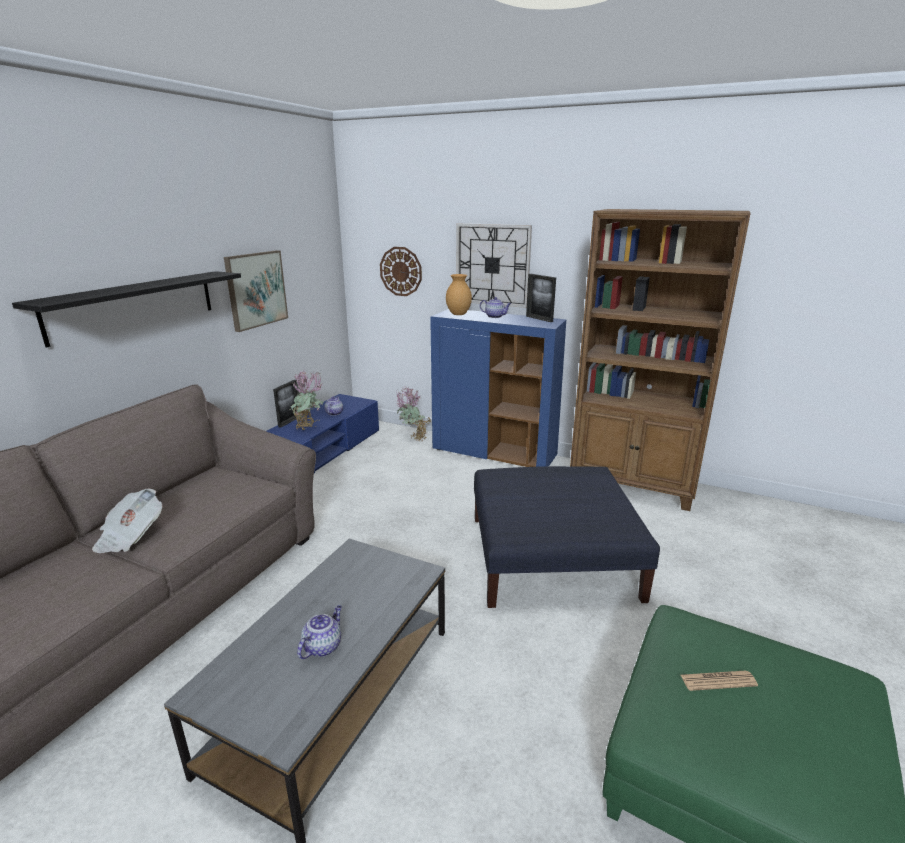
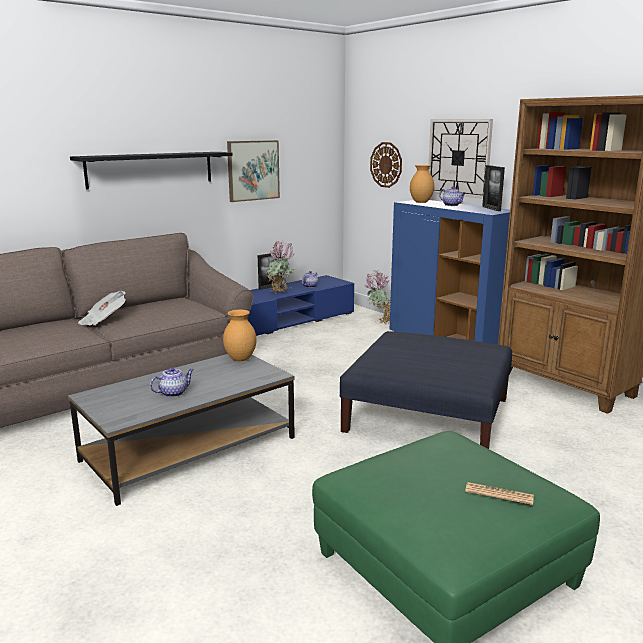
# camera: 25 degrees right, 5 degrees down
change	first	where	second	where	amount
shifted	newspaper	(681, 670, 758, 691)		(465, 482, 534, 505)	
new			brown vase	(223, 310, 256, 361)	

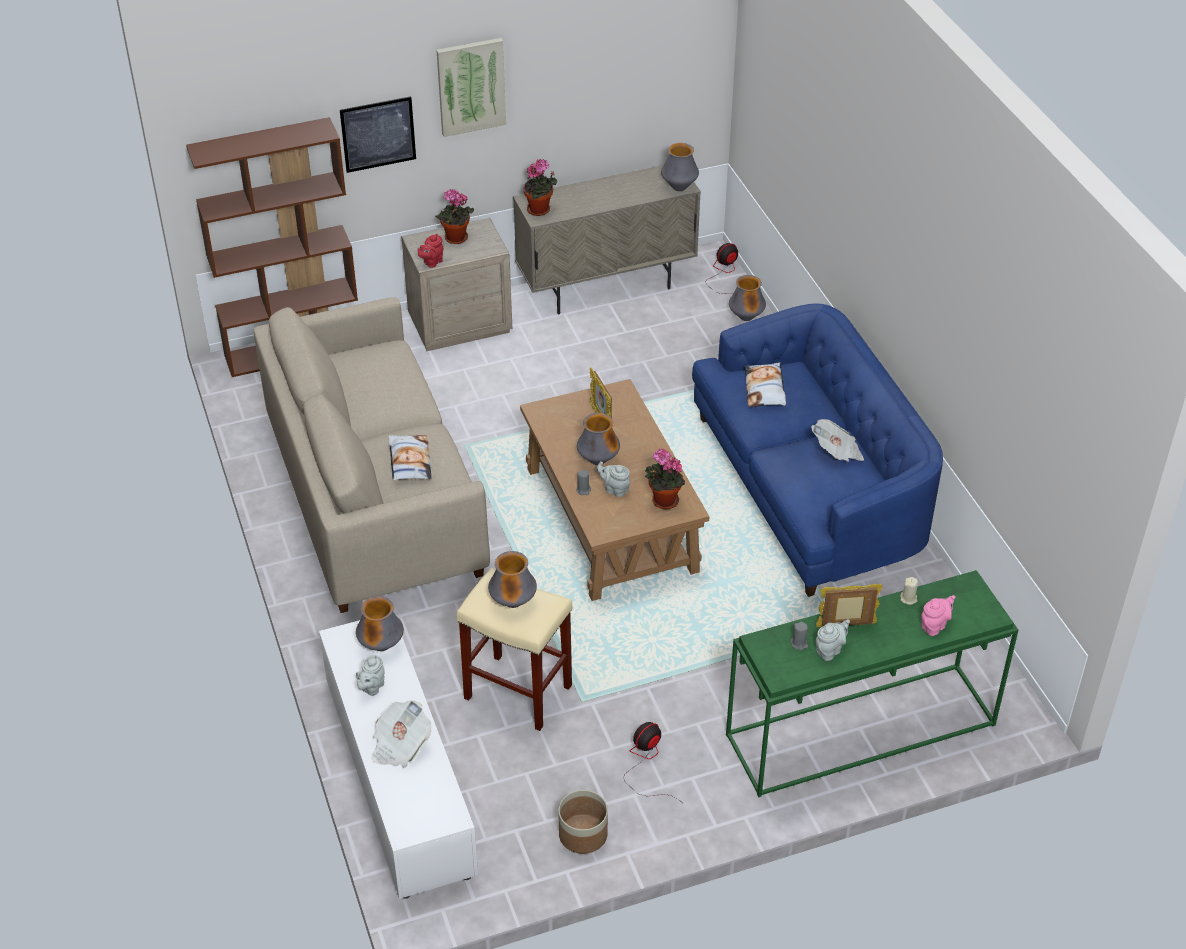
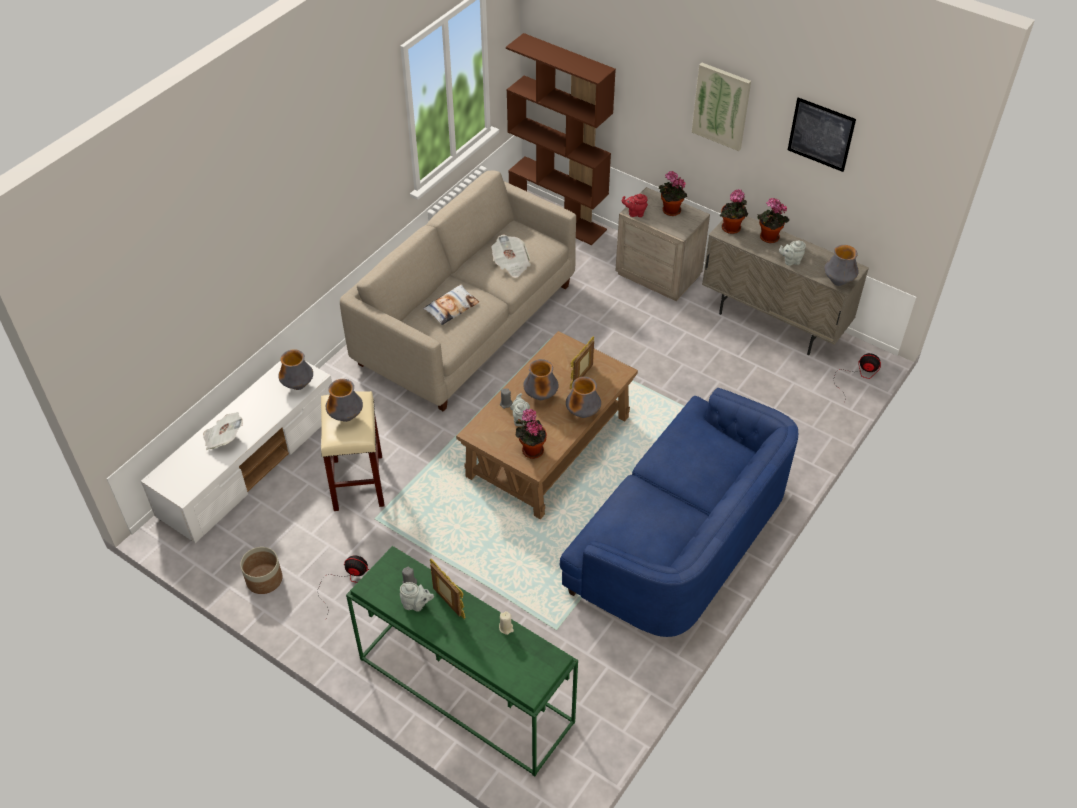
# camera: 55 degrees right, 5 degrees up
change	first	where	second	where	amount
shifted	picture	(340, 96, 416, 173)		(788, 98, 856, 172)	
shifted	vase	(729, 275, 766, 321)		(566, 377, 601, 418)	
gone	pillow	(745, 362, 786, 407)			
shifted	newspaper	(811, 419, 864, 462)		(491, 235, 531, 278)	
gone	pink teapot	(921, 595, 955, 636)			
shifted	grey teapot	(356, 655, 385, 696)		(779, 241, 806, 266)	
new			potted plant	(757, 198, 790, 243)	

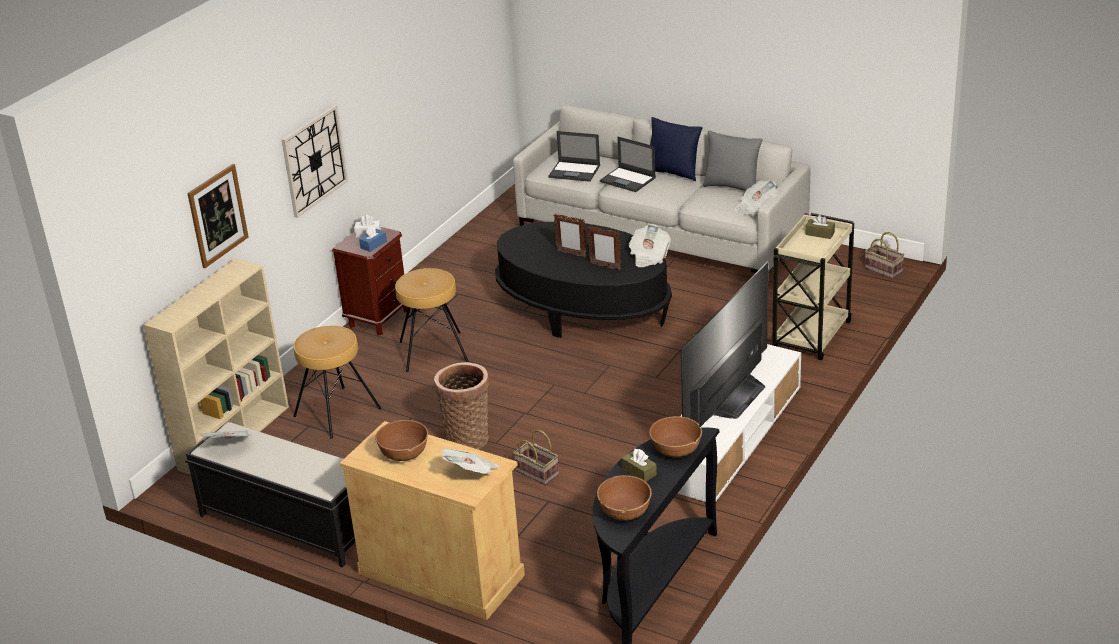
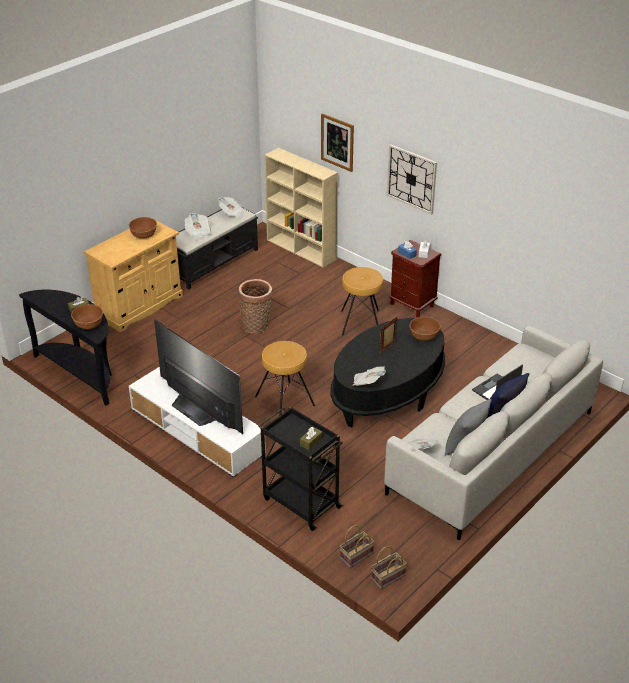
# camera: 100 degrees right, 5 degrees up
change	first	where	second	where	amount
gone	laptop	(549, 131, 600, 182)			
repainted	beige cart	(772, 213, 854, 360)	black cart	(258, 406, 343, 531)	
gone	picture frame	(587, 226, 621, 270)			
shifted	brown stool	(293, 325, 381, 439)		(255, 341, 315, 416)	
shifted	basket	(513, 430, 559, 485)		(339, 525, 375, 568)	
shifted	newspaper	(440, 448, 500, 474)		(185, 213, 212, 241)	
shifted	brown bowl	(597, 475, 652, 521)		(409, 317, 441, 341)	

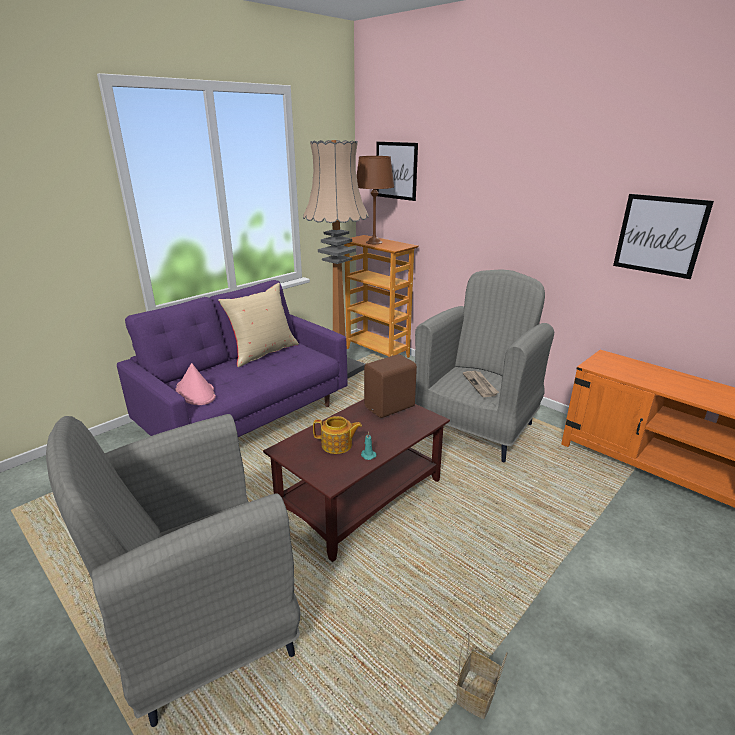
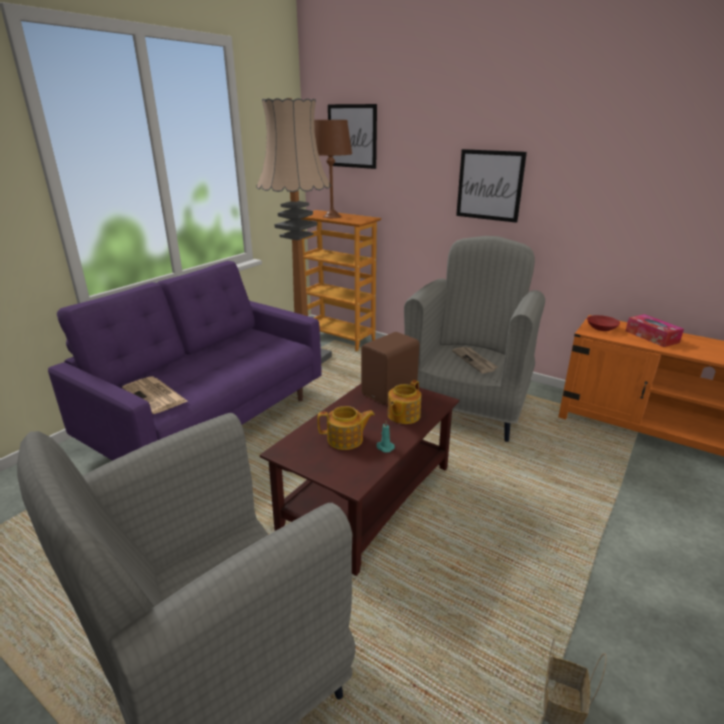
# camera: 10 degrees left, 0 degrees up
change	first	where	second	where	amount
shifted	picture	(613, 194, 714, 279)		(456, 149, 527, 223)	
gone	beige pillow	(218, 283, 299, 367)			
swapped	pink hat	(176, 363, 216, 405)	newspaper	(122, 376, 187, 414)	
new			tissue box	(626, 314, 684, 347)	
new			red bowl	(587, 315, 620, 331)	
new			teapot	(388, 380, 421, 424)	

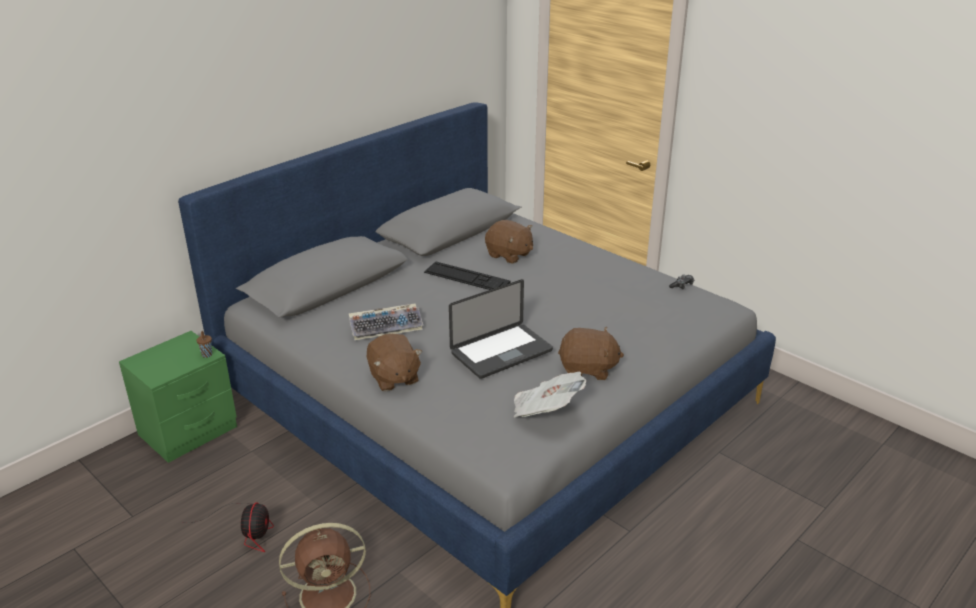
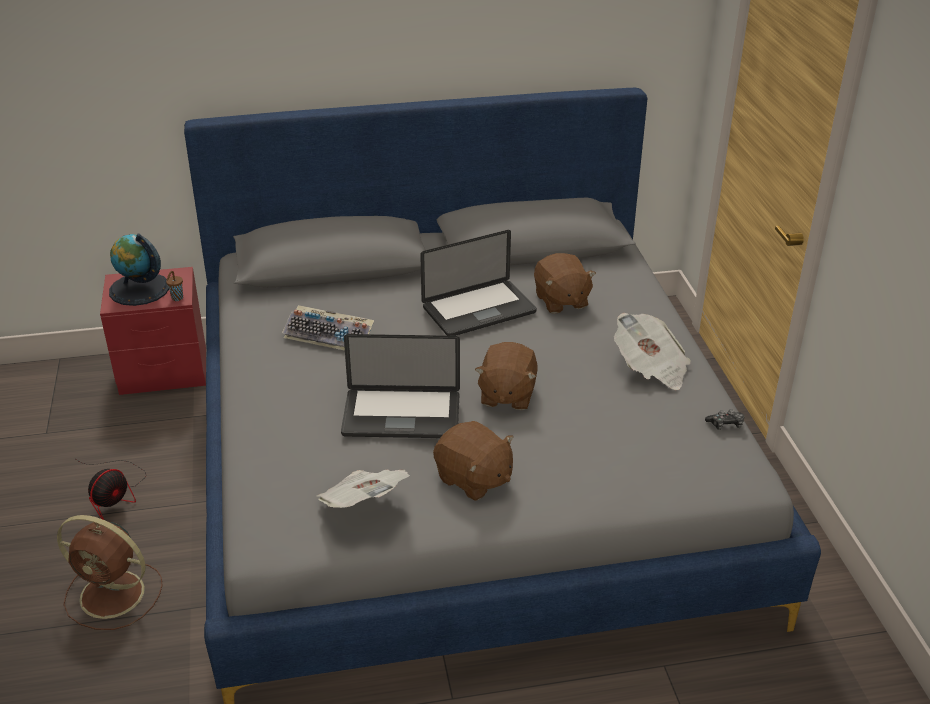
# camera: 35 degrees right, 5 degrees up
change	first	where	second	where	amount
swapped	keyboard	(424, 261, 510, 290)	laptop	(420, 230, 537, 336)	
repainted	green nightstand	(119, 331, 237, 463)	red nightstand	(100, 267, 206, 395)	
shifted	brown plush toy	(366, 334, 422, 391)		(475, 342, 538, 410)	
new			globe	(109, 234, 169, 306)	
new			newspaper	(614, 313, 691, 390)	

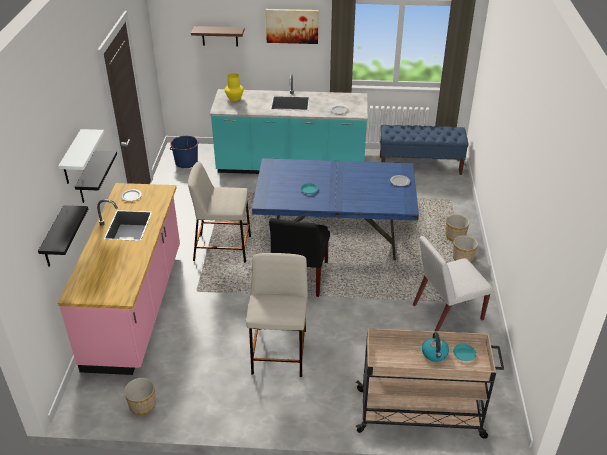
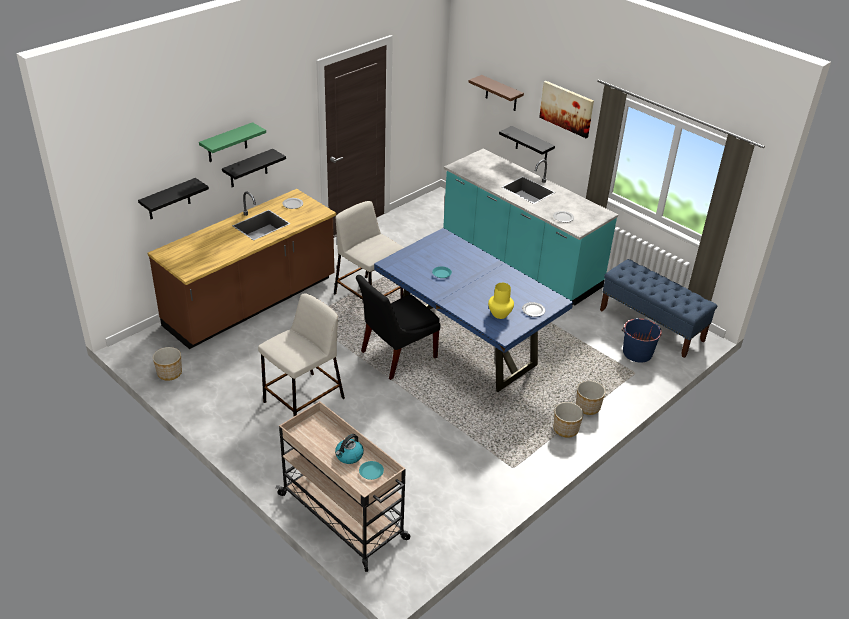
# camera: 40 degrees right, 0 degrees up
change	first	where	second	where	amount
shifted	yellow vase	(225, 73, 244, 101)		(488, 283, 514, 319)	
repainted	white shelf	(58, 129, 104, 184)	green shelf	(199, 122, 266, 162)	
shifted	blue bucket	(170, 136, 199, 168)		(622, 318, 662, 363)	
repainted	pink counter	(58, 183, 180, 375)	brown counter	(148, 189, 336, 349)	
gone	white chair	(413, 236, 493, 332)			
new			black shelf	(499, 126, 555, 160)	

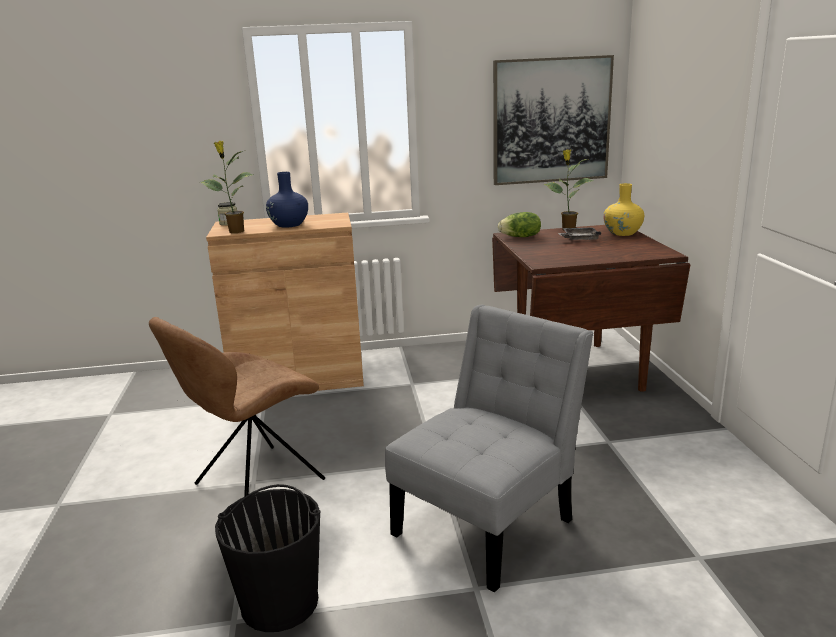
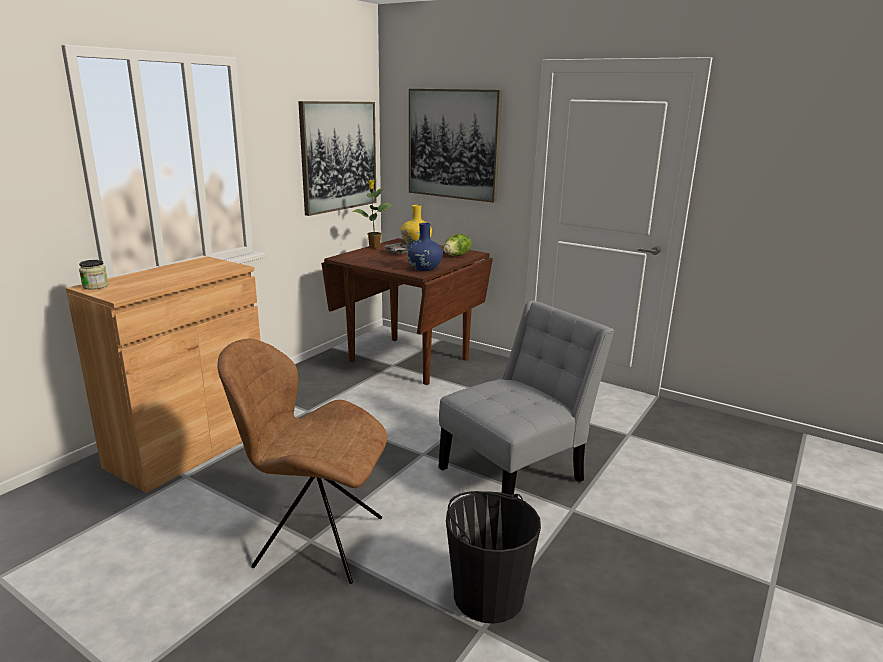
# camera: 50 degrees left, 0 degrees up
change	first	where	second	where	amount
gone	potted plant	(200, 141, 254, 233)			
shifted	blue vase	(266, 172, 308, 228)		(406, 223, 443, 271)	
shifted	lettuce	(498, 212, 541, 237)		(443, 234, 471, 256)	
rotated	grey chair	(385, 305, 594, 593)		(438, 301, 614, 495)	60 degrees clockwise
rotated	brown chair	(149, 317, 325, 497)		(217, 339, 387, 584)	105 degrees clockwise
new			picture	(409, 89, 502, 203)	

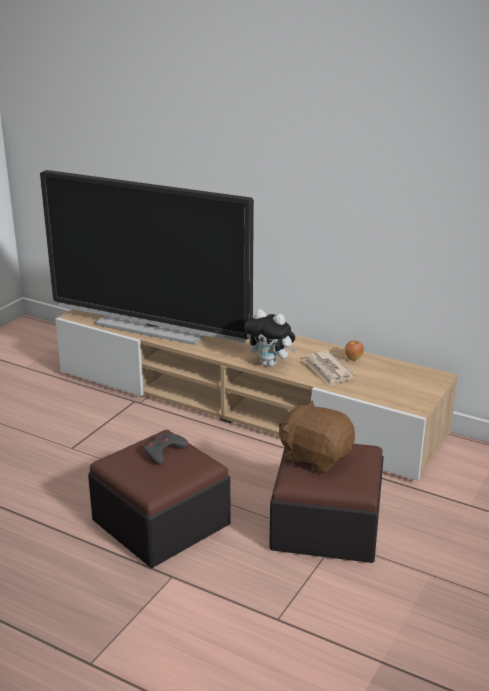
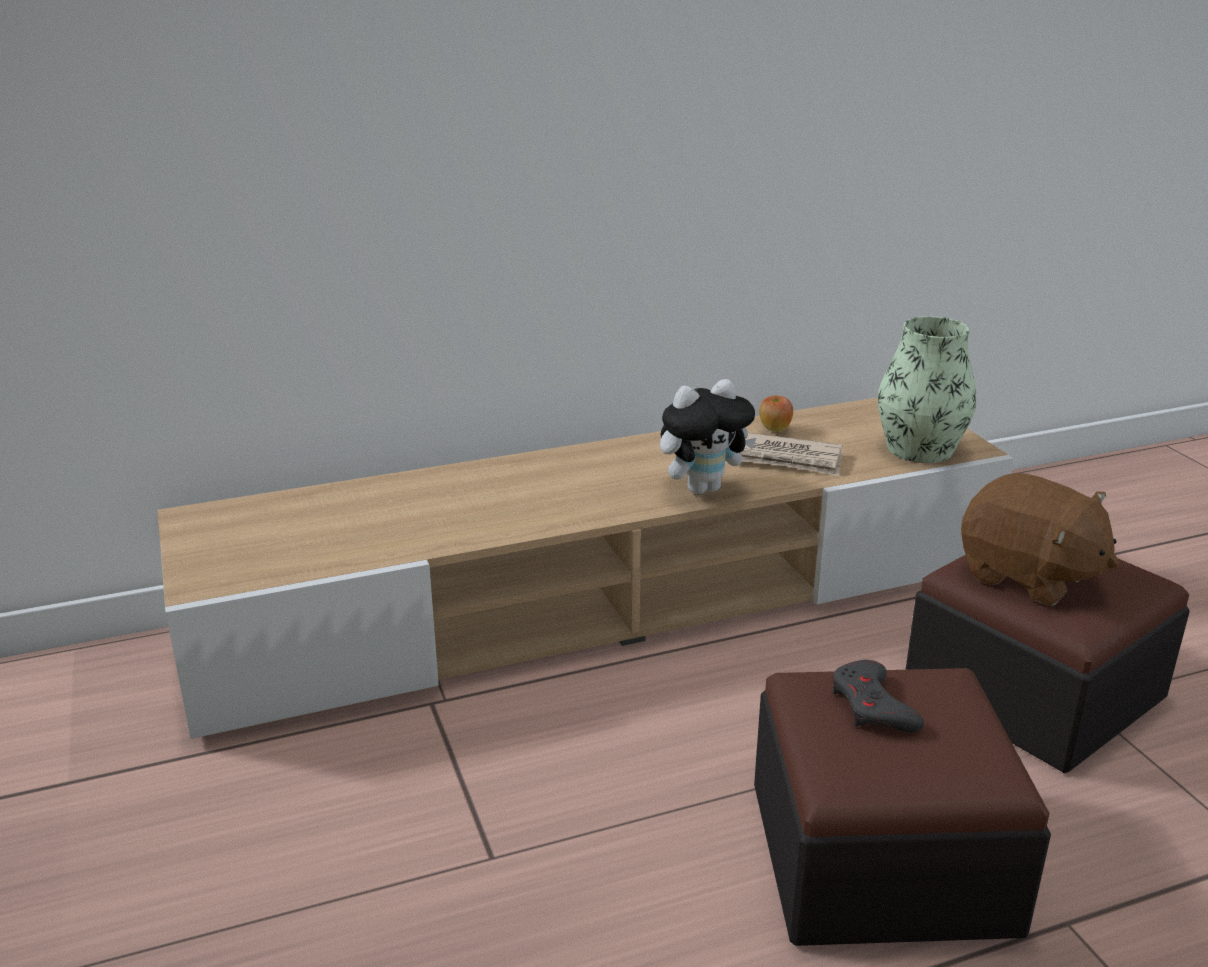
# camera: 50 degrees left, 0 degrees up
change	first	where	second	where	amount
gone	television	(40, 170, 254, 345)			
rotated	brown plush toy	(278, 400, 355, 474)		(961, 473, 1119, 606)	120 degrees counterclockwise
new			vase	(877, 316, 977, 463)	

